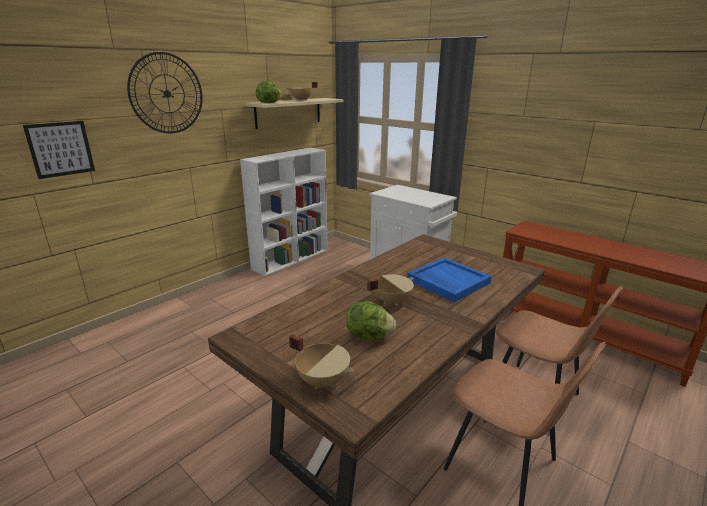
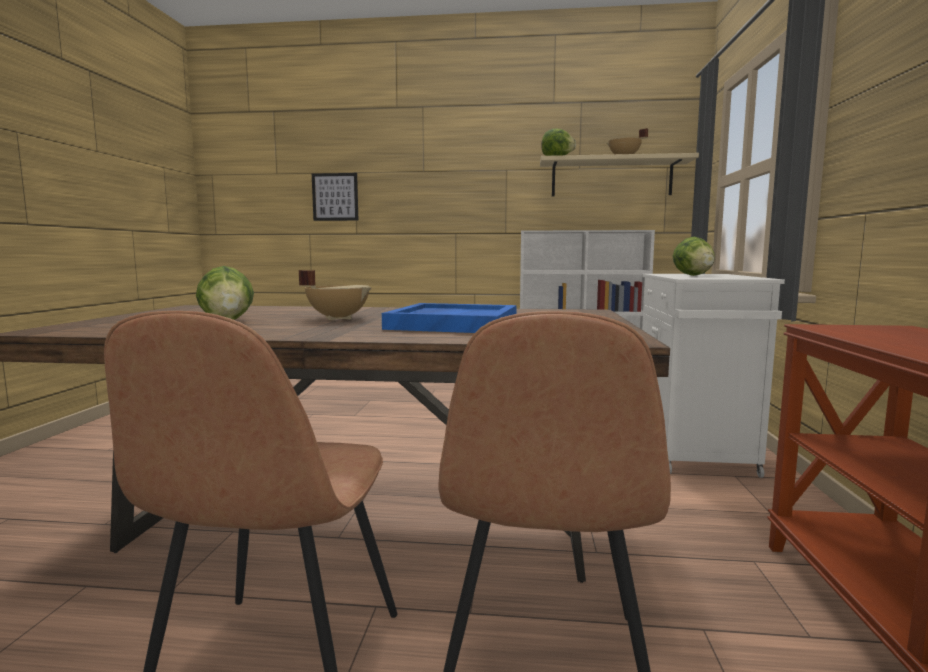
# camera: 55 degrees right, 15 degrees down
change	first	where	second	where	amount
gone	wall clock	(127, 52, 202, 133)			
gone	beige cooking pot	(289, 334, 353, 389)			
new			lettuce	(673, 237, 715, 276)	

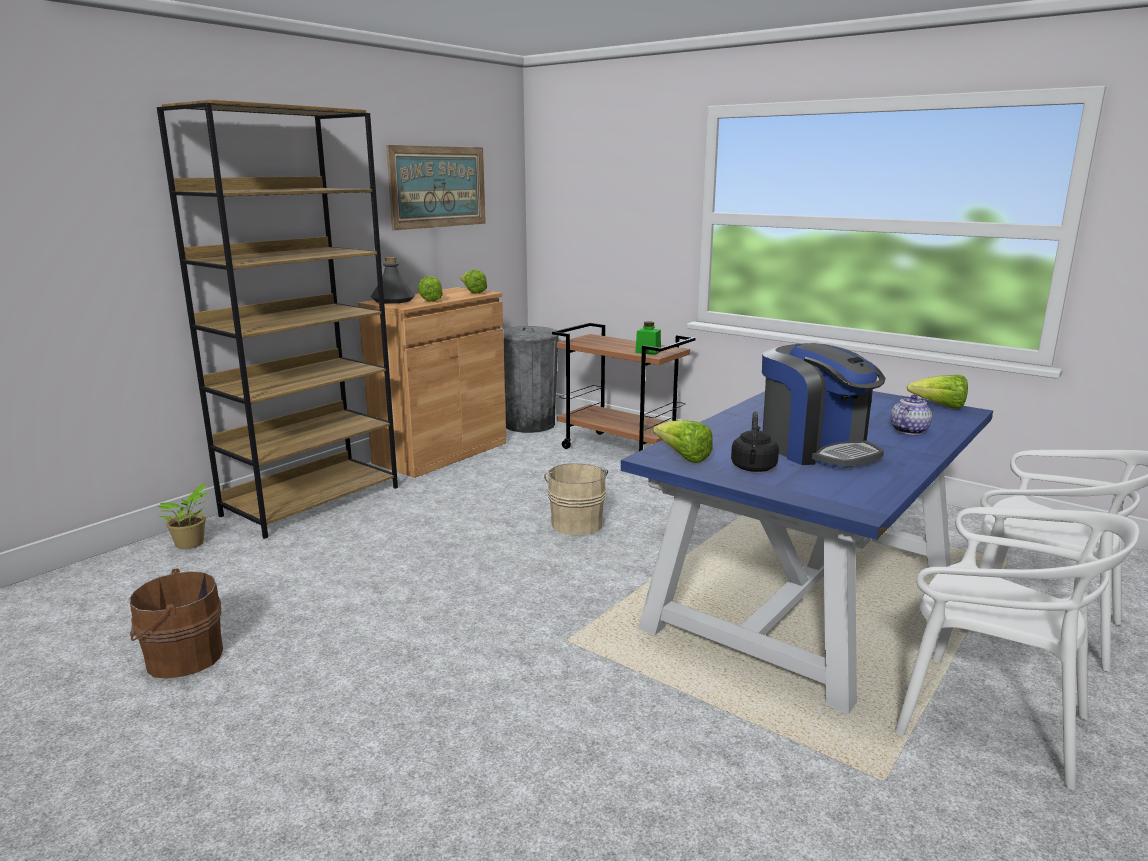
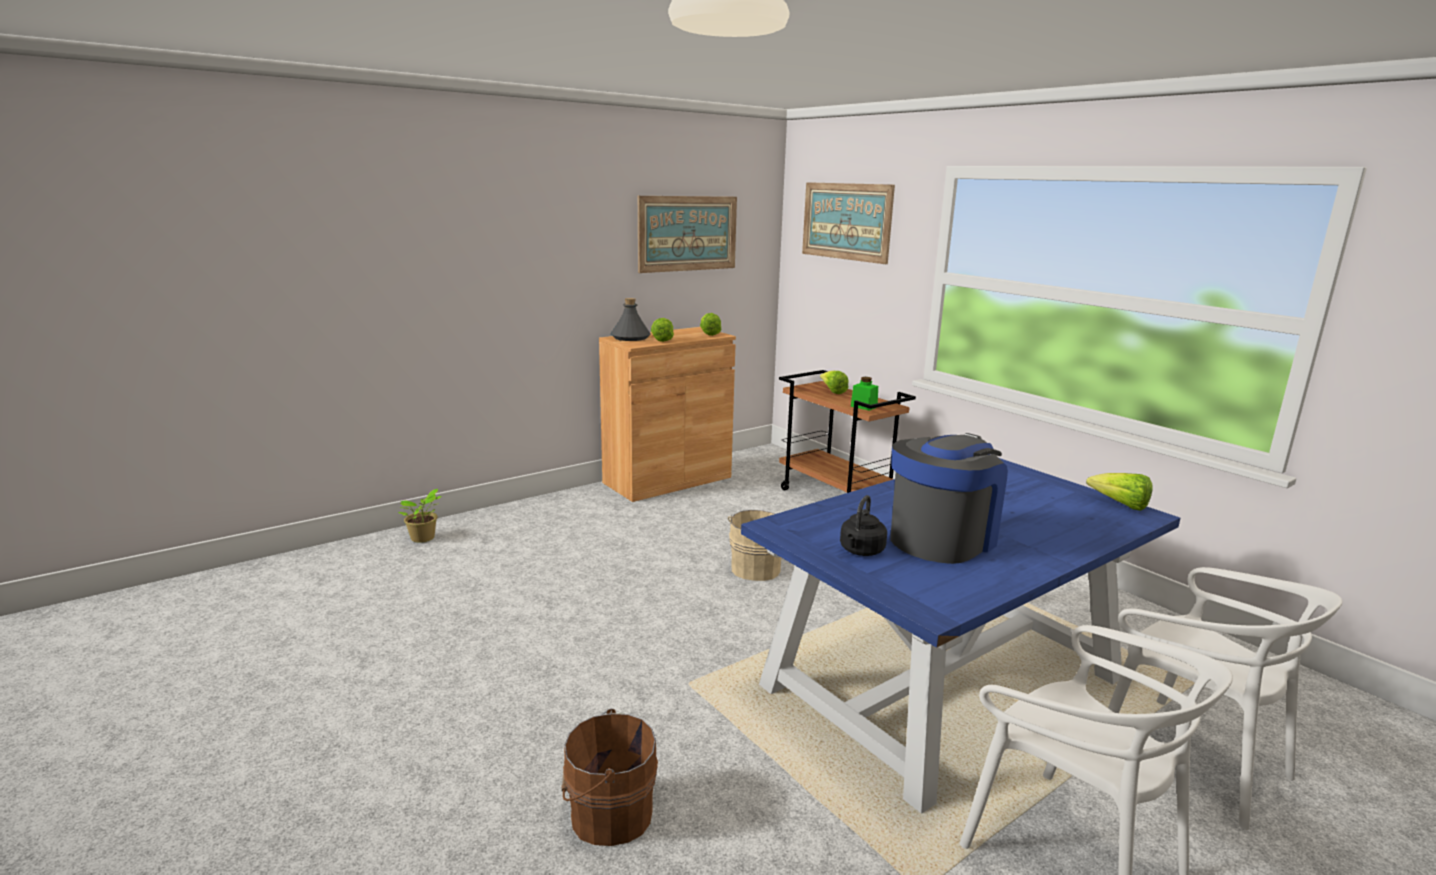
# camera: 15 degrees right, 0 degrees up
change	first	where	second	where	amount
gone	brown bookcase	(157, 99, 398, 539)			
gone	grey trash can	(503, 326, 559, 433)			
rotated	coffee machine	(762, 343, 886, 469)		(890, 433, 1008, 564)	120 degrees counterclockwise
gone	teapot	(890, 395, 932, 435)			
shifted	lettuce	(653, 420, 713, 463)		(820, 371, 848, 394)	
shifted	brown bucket	(129, 568, 223, 678)		(561, 709, 658, 846)	
new			picture	(802, 182, 895, 264)	

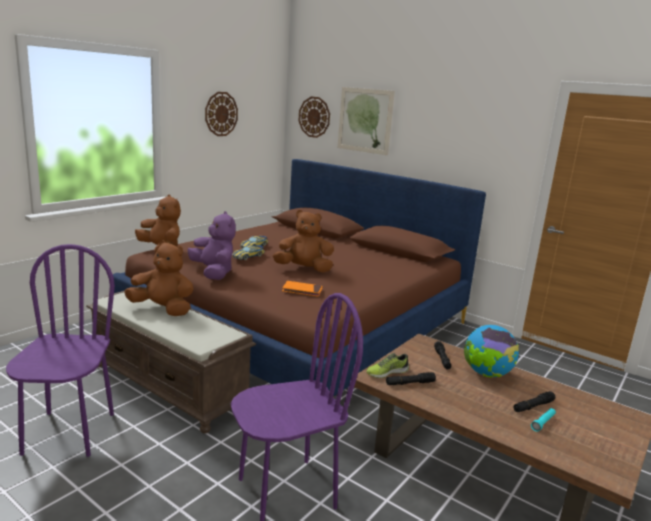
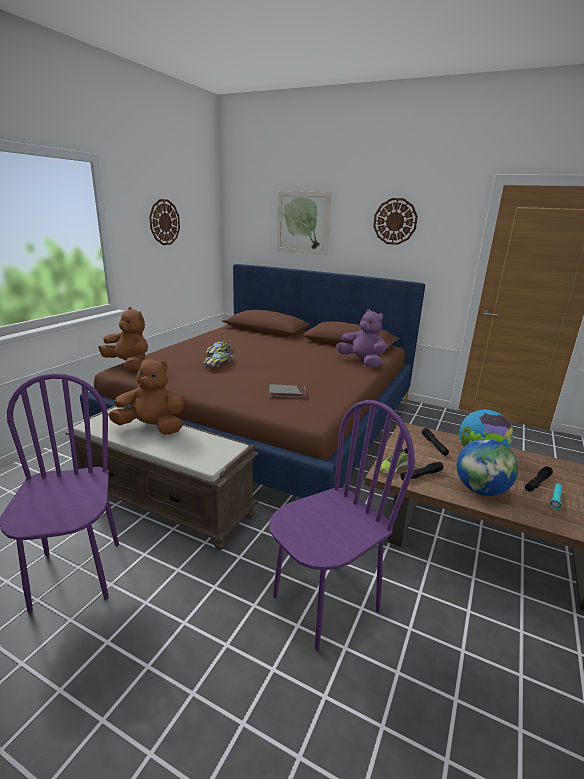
# camera: 10 degrees left, 5 degrees up
change	first	where	second	where	amount
shifted	wall clock	(298, 97, 330, 138)		(373, 198, 418, 245)	
gone	brown plush toy	(273, 210, 334, 272)			
shifted	purple plush toy	(188, 211, 236, 280)		(336, 309, 387, 368)	
repainted	orange book	(282, 281, 323, 297)	grey book	(269, 384, 306, 398)	
new			globe	(457, 439, 518, 496)	

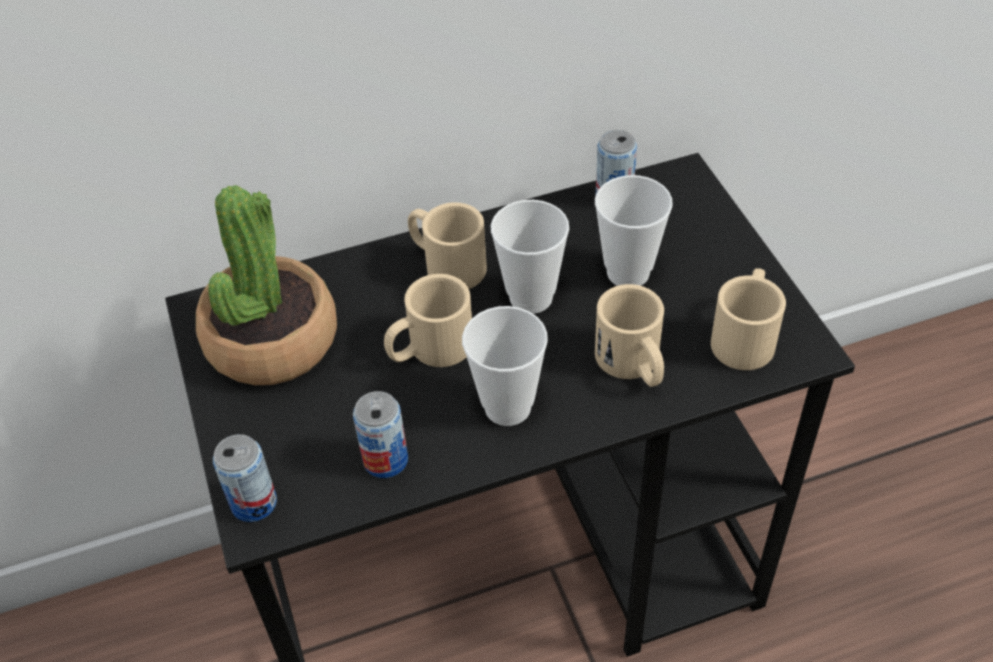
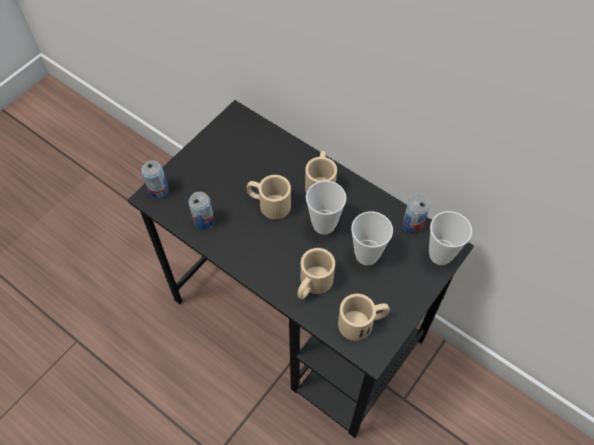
# camera: 55 degrees right, 10 degrees up
change	first	where	second	where	amount
gone	potted plant	(196, 185, 337, 385)			
shifted	cup	(462, 306, 548, 426)		(429, 211, 472, 265)	

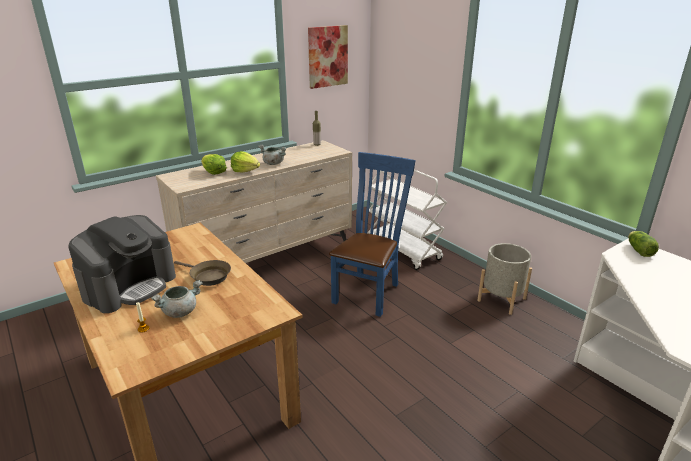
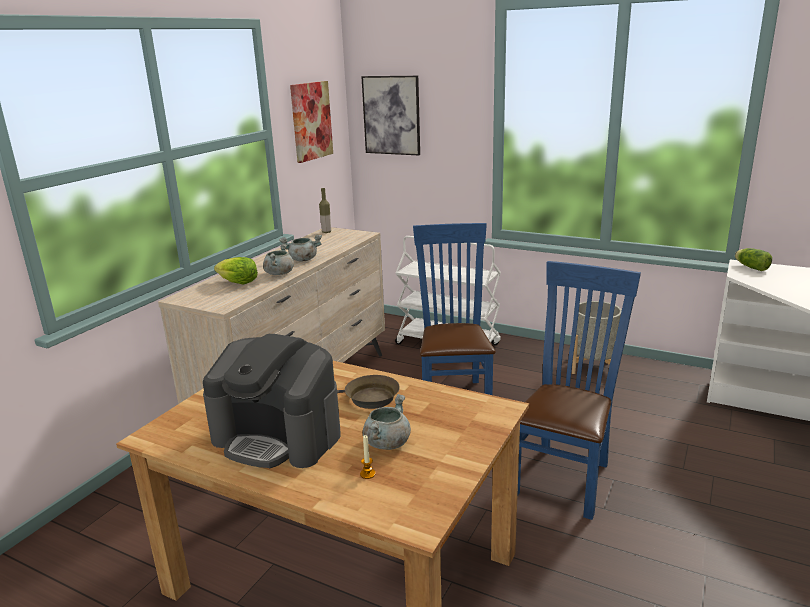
# camera: 25 degrees left, 5 degrees down
change	first	where	second	where	amount
swapped	lettuce	(231, 151, 260, 172)	grey cooking pot	(263, 244, 294, 275)	
rotated	coffee machine	(68, 215, 176, 313)		(203, 334, 341, 468)	105 degrees clockwise
new			picture	(361, 76, 420, 156)	
new			blue chair	(517, 261, 641, 520)	

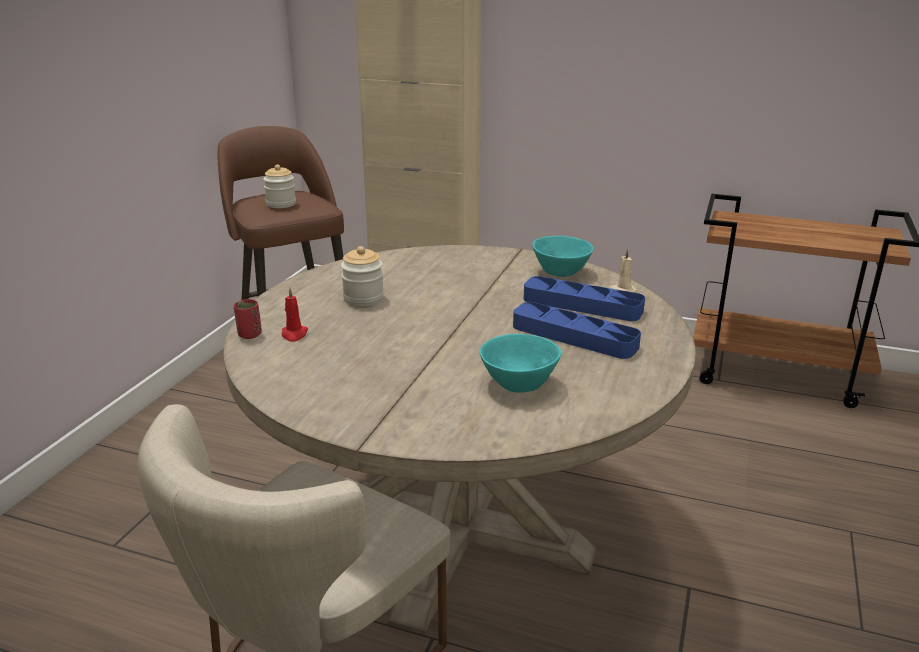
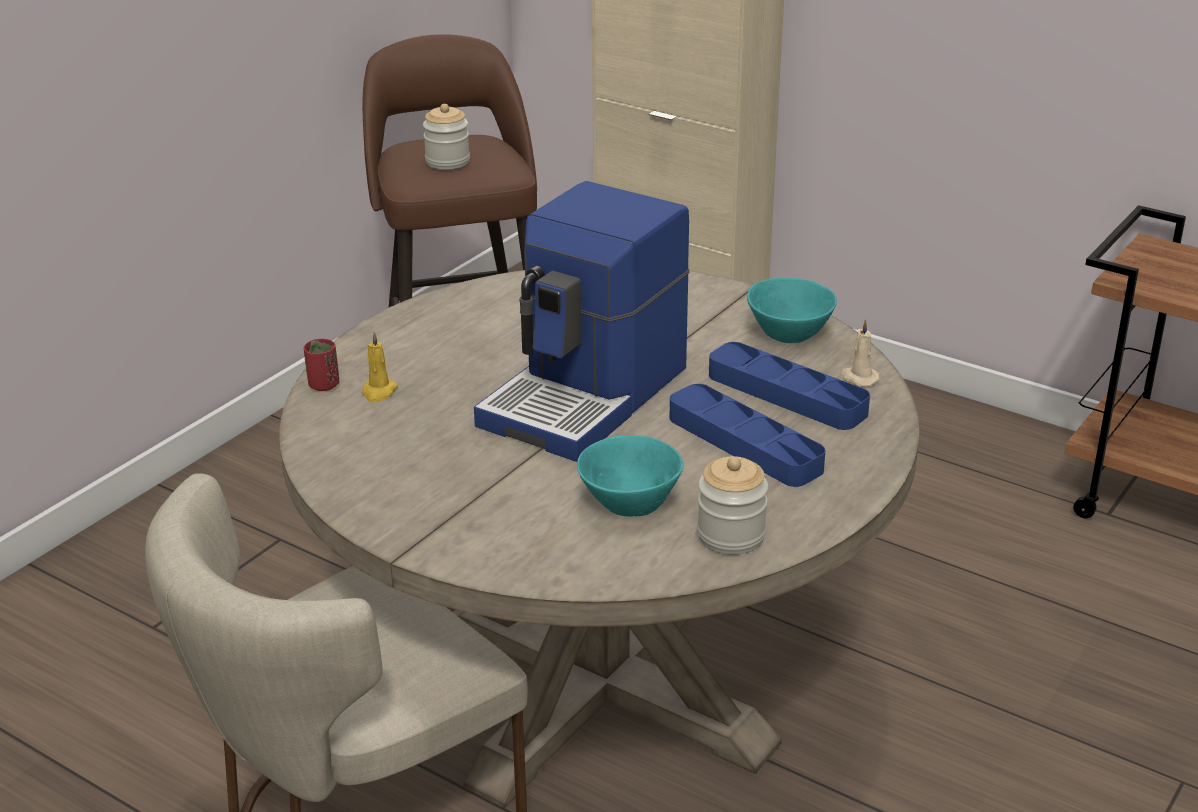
# camera: 15 degrees right, 5 degrees up
change	first	where	second	where	amount
shifted	jar	(341, 246, 384, 306)		(697, 456, 768, 555)	
repainted	red candle	(282, 288, 308, 342)	yellow candle	(362, 332, 398, 403)	
new			coffee machine	(474, 181, 690, 462)	

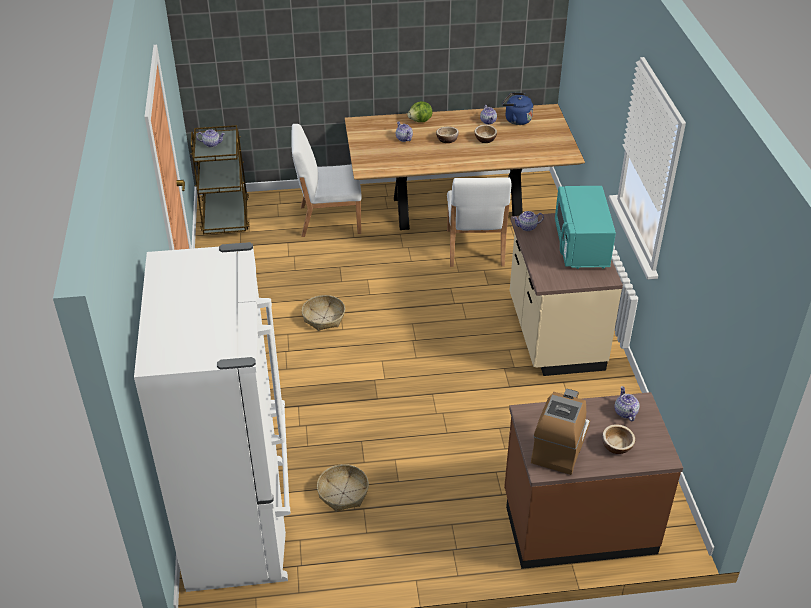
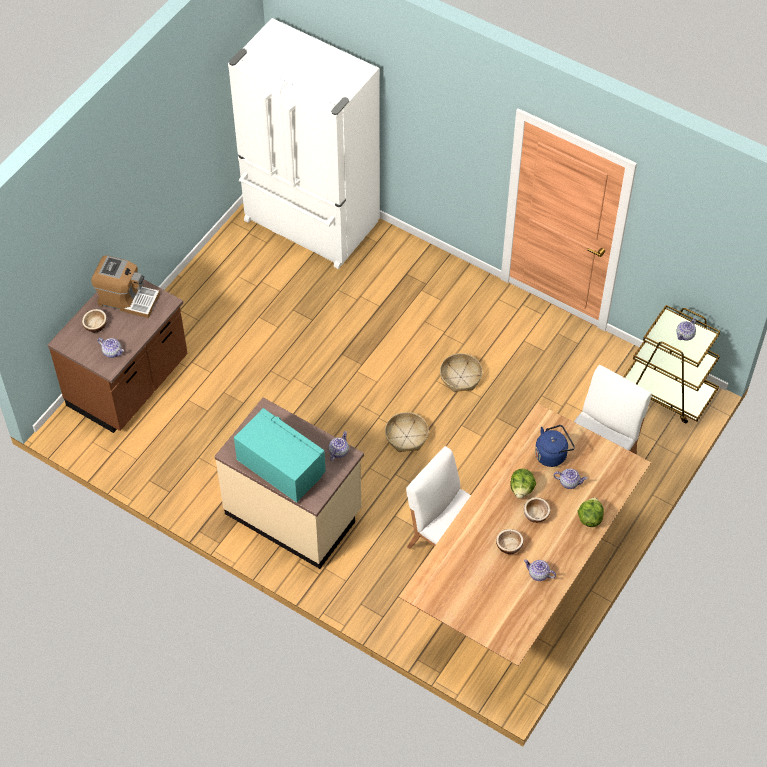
# camera: 130 degrees right, 15 degrees up
change	first	where	second	where	amount
shifted	blue kettle	(502, 93, 533, 125)		(535, 425, 575, 467)	
rotated	coffee machine	(531, 389, 590, 475)		(91, 256, 160, 318)	45 degrees counterclockwise
shifted	basket	(317, 464, 369, 512)		(385, 412, 429, 452)	
new			lettuce	(510, 469, 536, 498)	

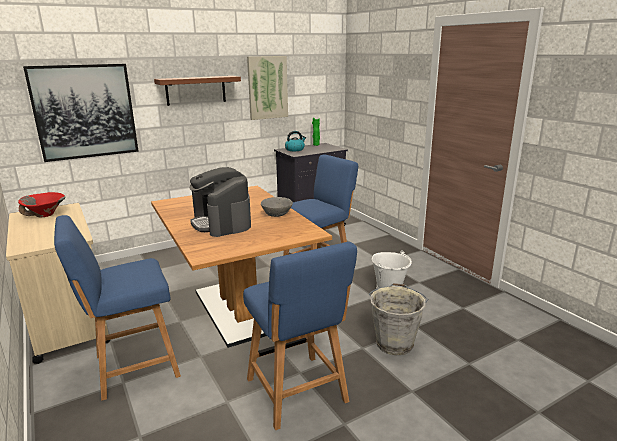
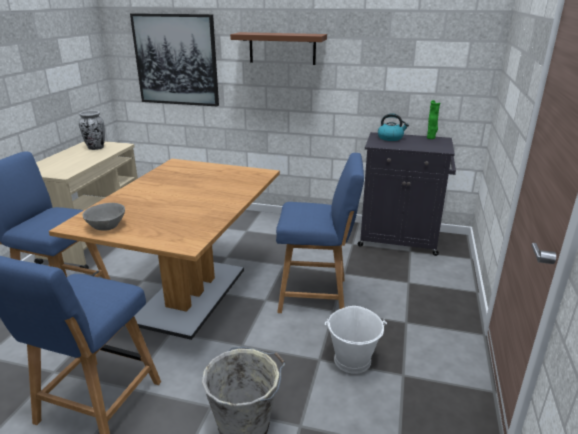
# camera: 45 degrees right, 5 degrees up
change	first	where	second	where	amount
gone	picture	(247, 56, 288, 120)			
gone	coffee machine	(190, 167, 251, 237)			
swapped	red bowl	(18, 192, 66, 217)	vase	(79, 110, 105, 150)	
shifted	grey bowl	(261, 197, 293, 217)		(82, 203, 125, 230)	

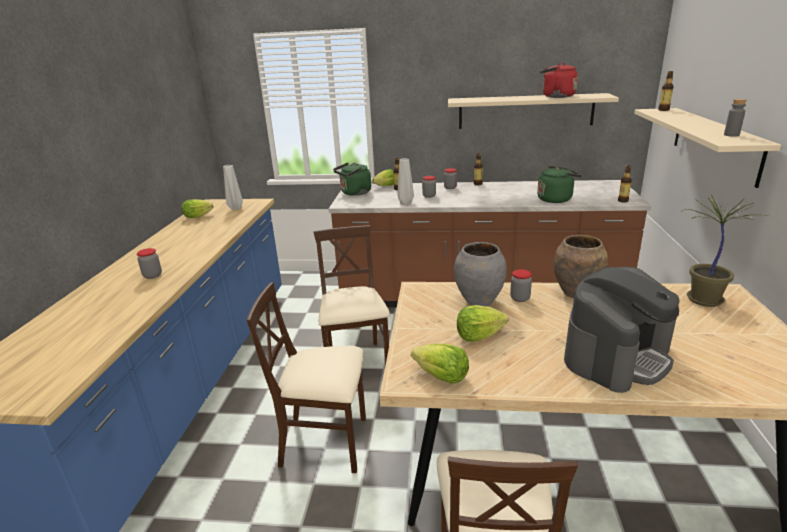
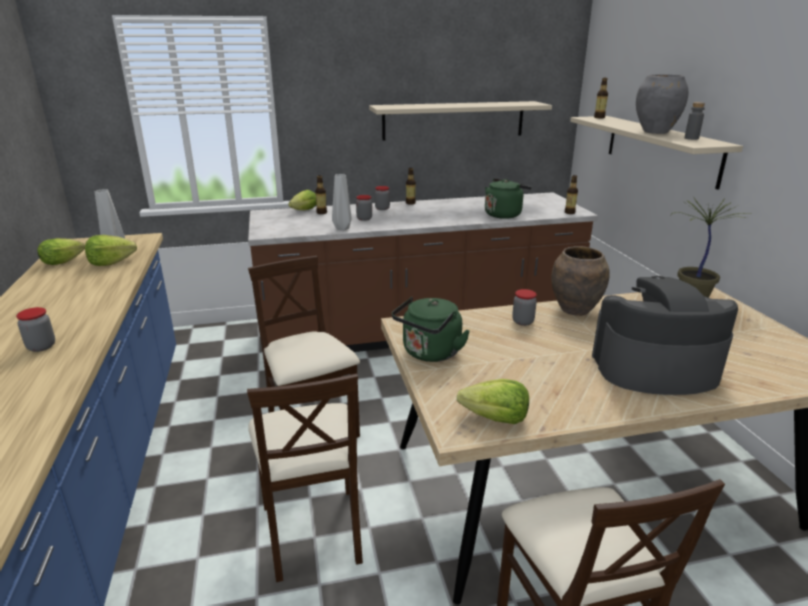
# camera: 20 degrees left, 0 degrees up
change	first	where	second	where	amount
gone	red kettle	(540, 63, 578, 98)			
shifted	green kettle	(333, 163, 371, 196)		(392, 297, 470, 362)	
shifted	grey vase	(454, 242, 507, 307)		(636, 74, 688, 134)	
rotated	coffee machine	(564, 267, 680, 393)		(592, 276, 738, 395)	120 degrees counterclockwise
rotated	beige chair	(247, 282, 366, 473)		(247, 374, 363, 582)	90 degrees counterclockwise
shifted	lettuce	(457, 305, 508, 342)		(85, 235, 137, 266)	

